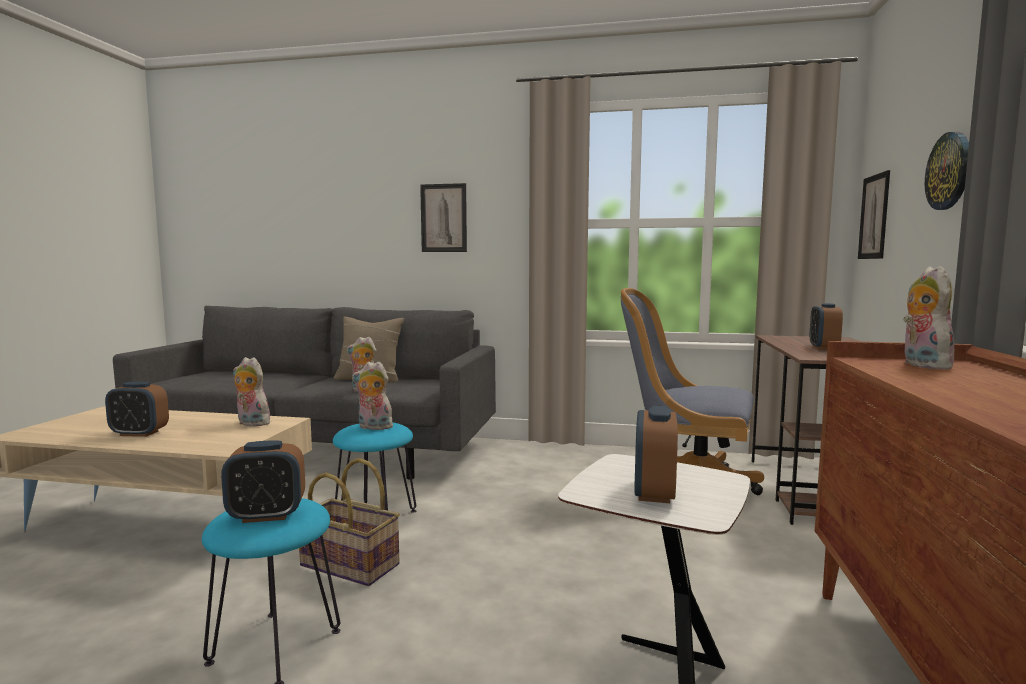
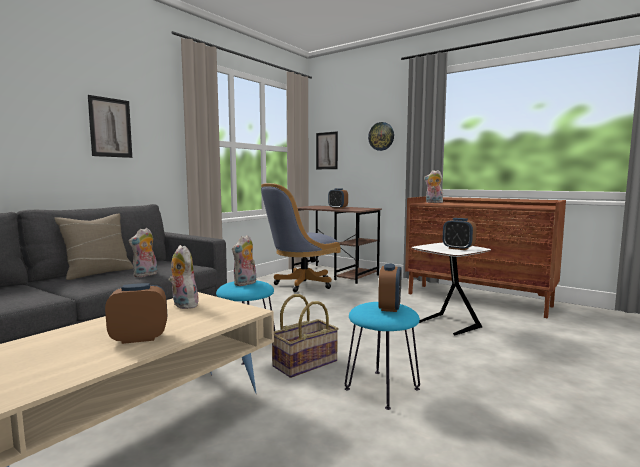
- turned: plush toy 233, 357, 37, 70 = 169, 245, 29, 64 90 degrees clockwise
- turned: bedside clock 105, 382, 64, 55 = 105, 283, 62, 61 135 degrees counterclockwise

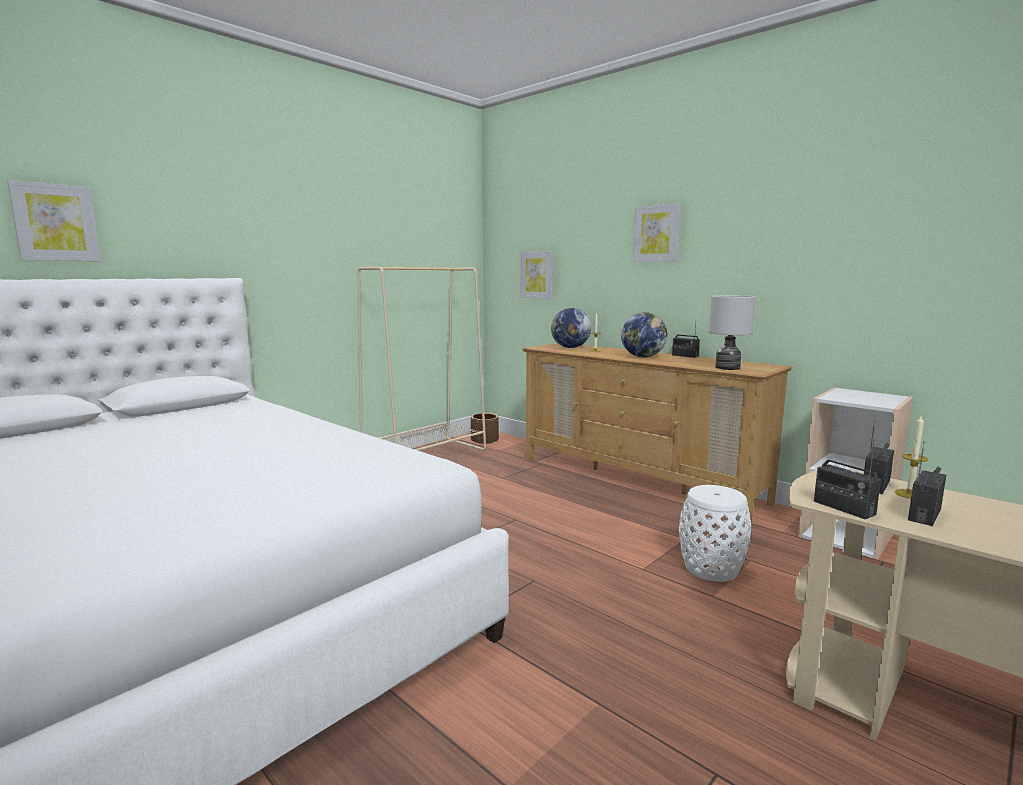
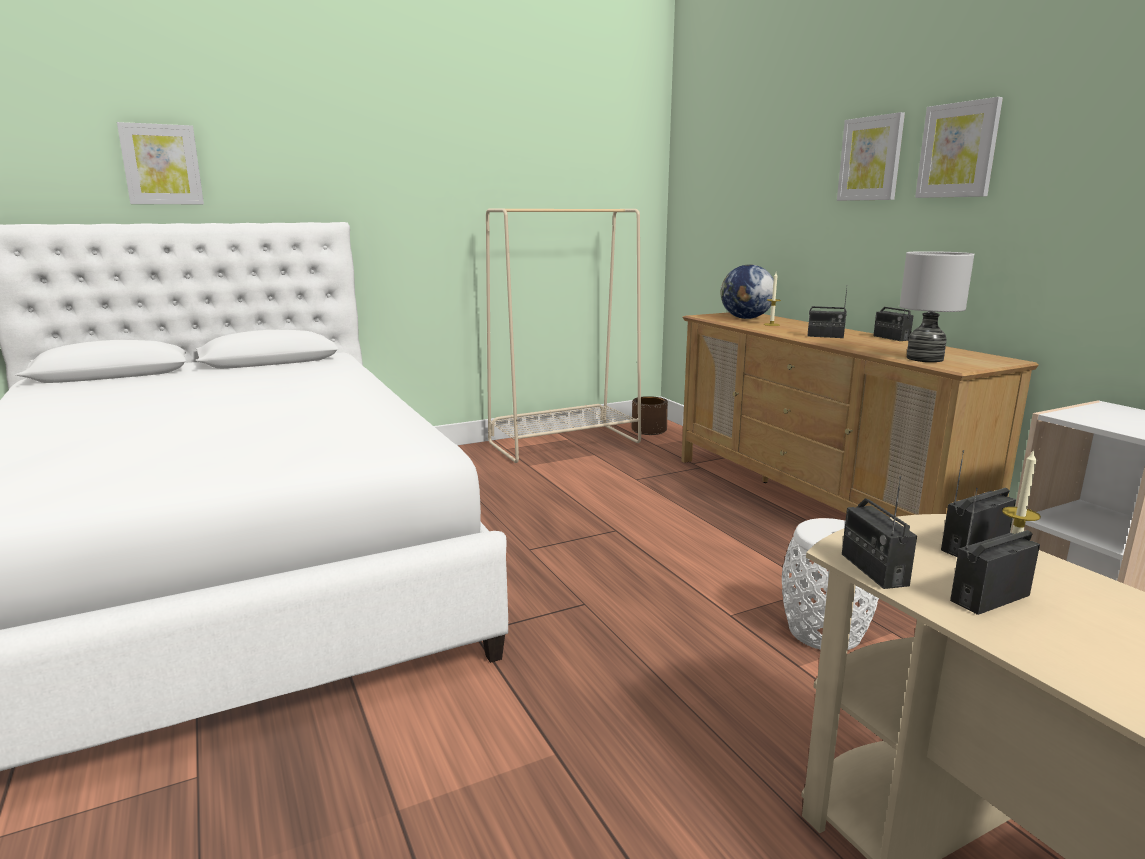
- moved: wall art 520, 251, 33, 48 to 915, 97, 88, 101
- replaced: world globe 621, 312, 47, 45 to radio receiver 807, 289, 40, 49

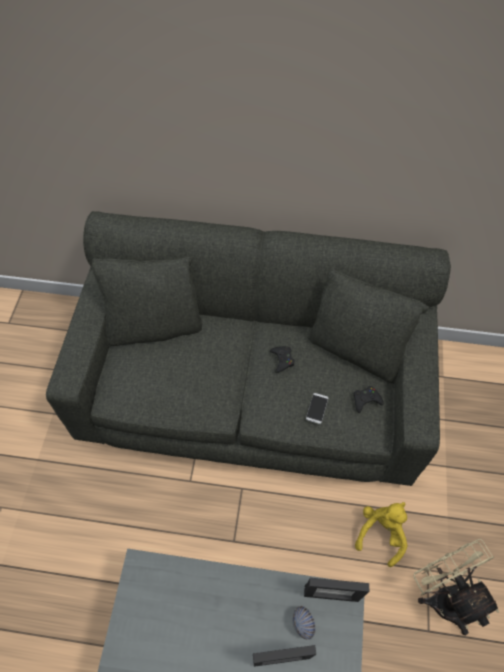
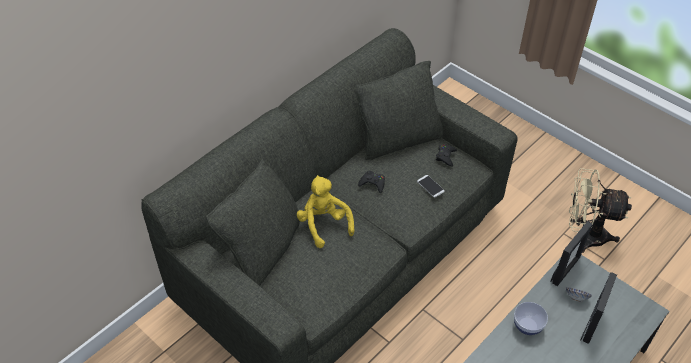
- moved: yellow plush toy 355, 502, 52, 65 to 297, 175, 57, 73
- added: serving bowl 514, 302, 34, 33

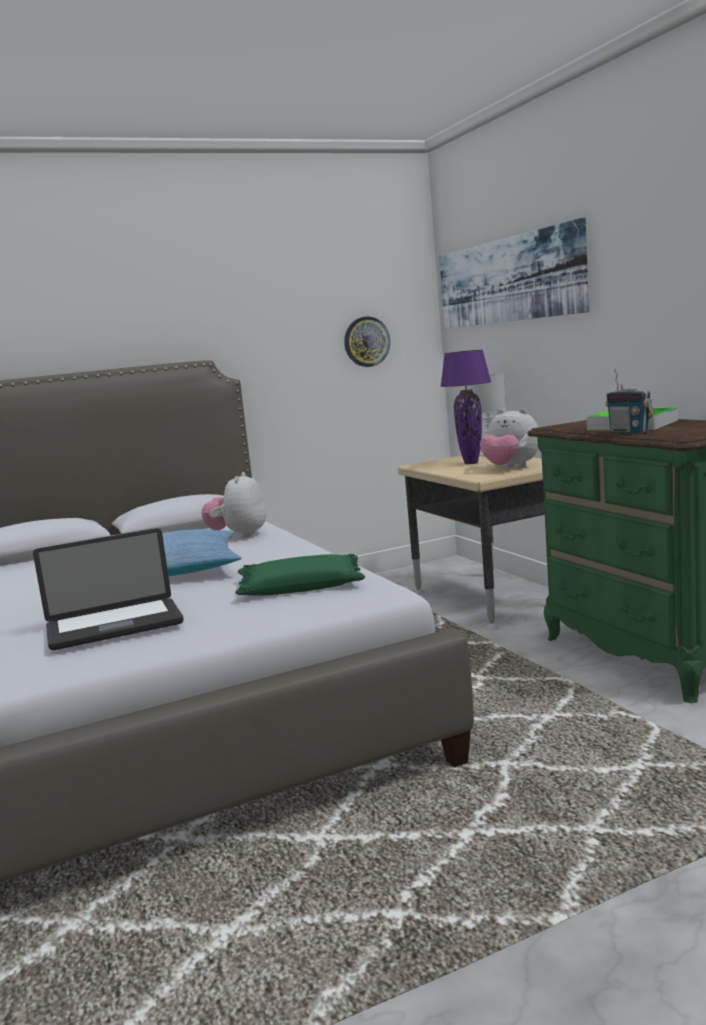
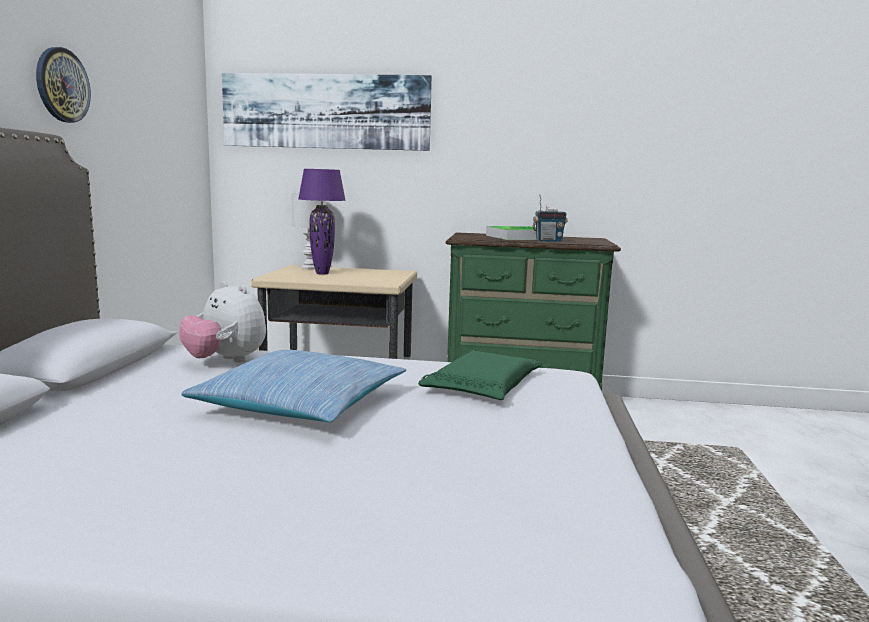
- moved: clock on the wall 344, 316, 46, 51 to 36, 47, 55, 76
- removed: plush toy 480, 408, 58, 60
- removed: portable computer 33, 529, 151, 121

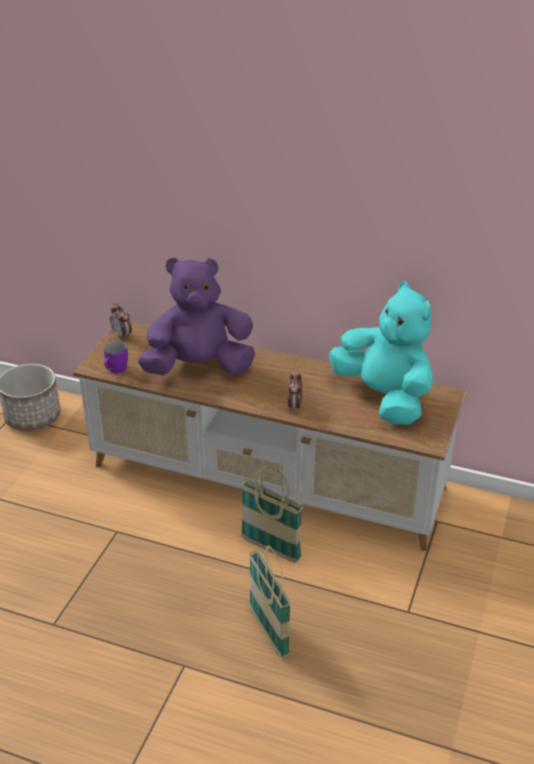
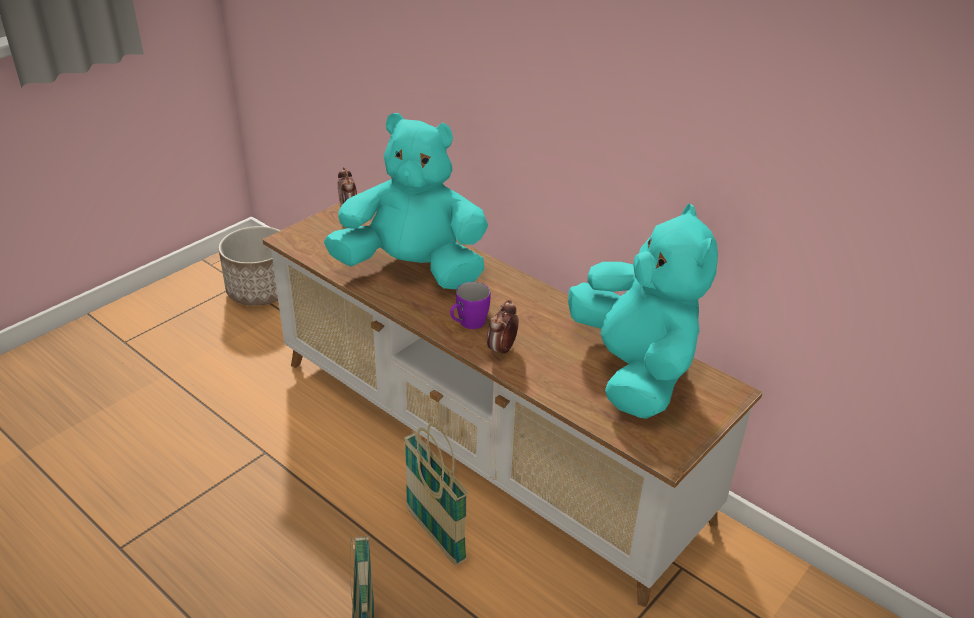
- recoloured: purplish plush toy 138, 257, 117, 118 to blue-green plush toy 324, 113, 164, 176
- moved: purplish mug 104, 341, 24, 32 to 450, 282, 41, 47

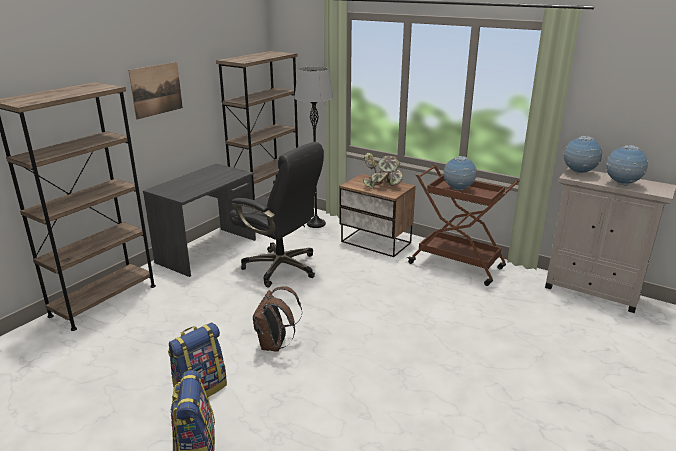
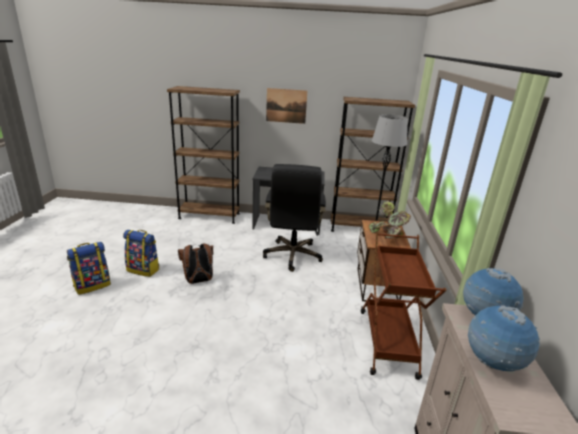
- removed: world globe 443, 156, 34, 34

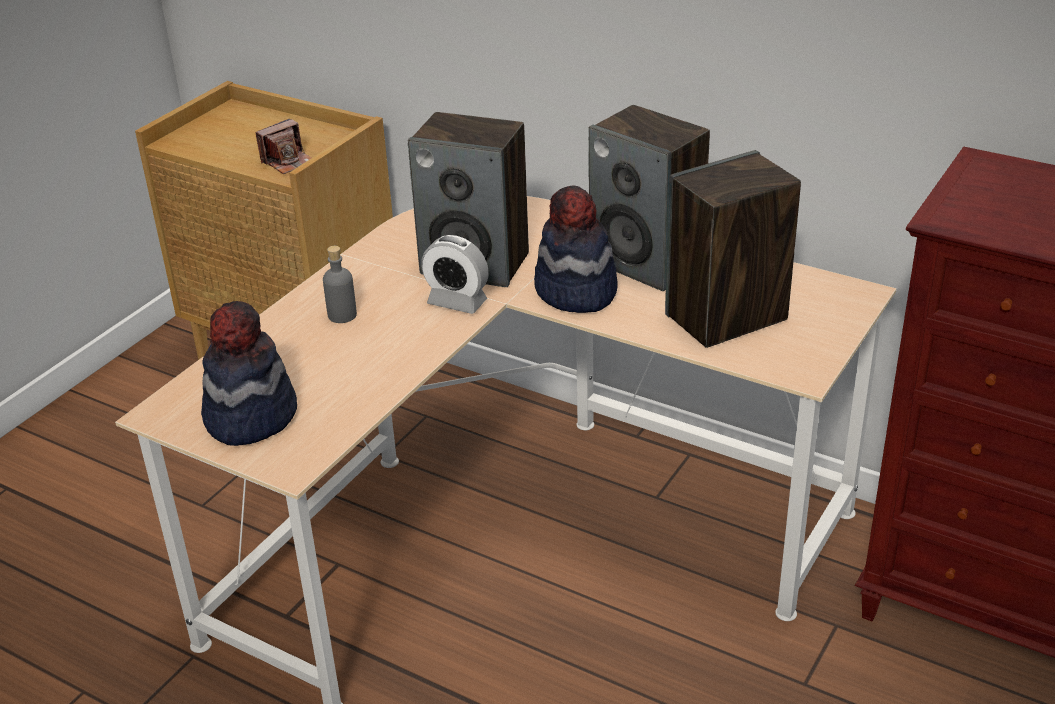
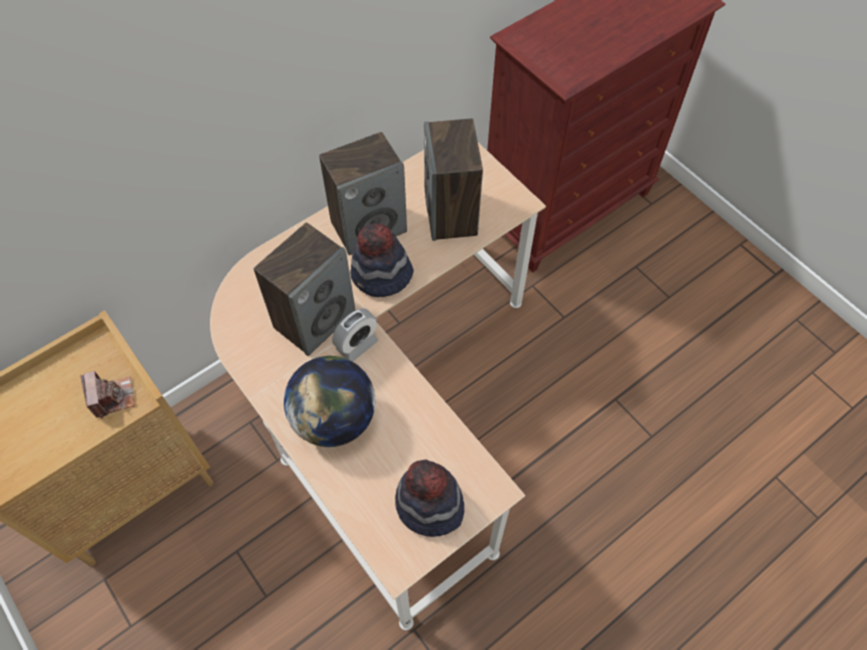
- replaced: grey drink bottle 323, 246, 34, 77 to world globe 284, 356, 91, 91

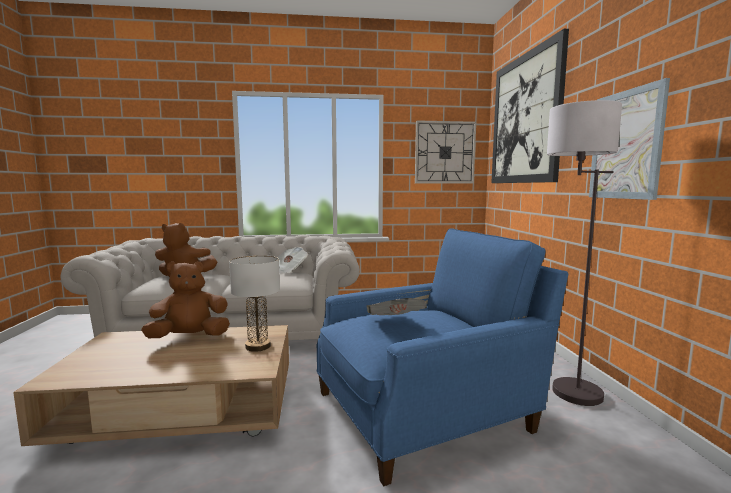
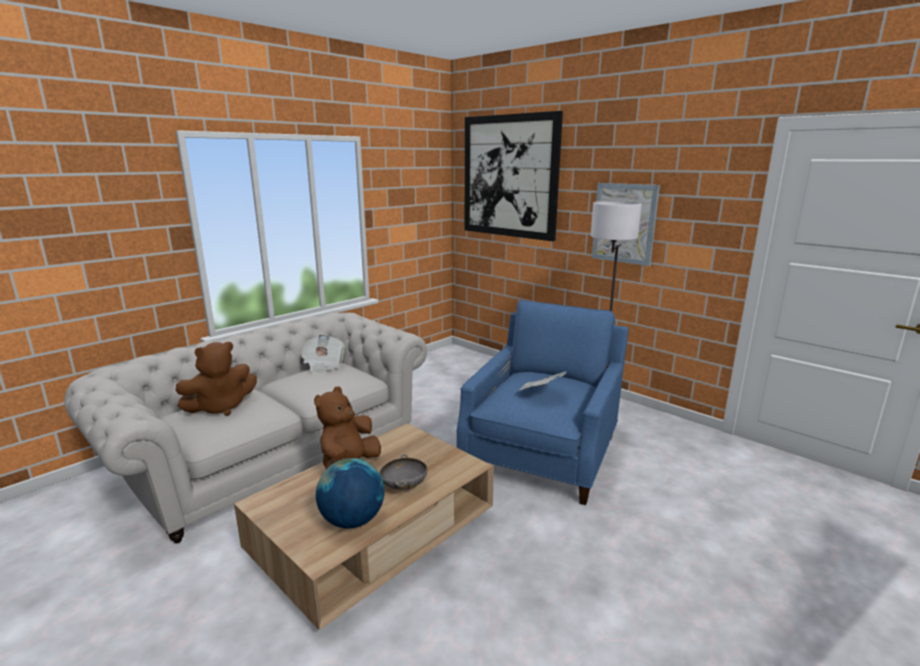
- removed: clock on the wall 415, 120, 61, 64
- removed: table lamp 229, 256, 51, 96
- added: grey serving bowl 380, 454, 47, 35
- added: world globe 316, 458, 68, 70

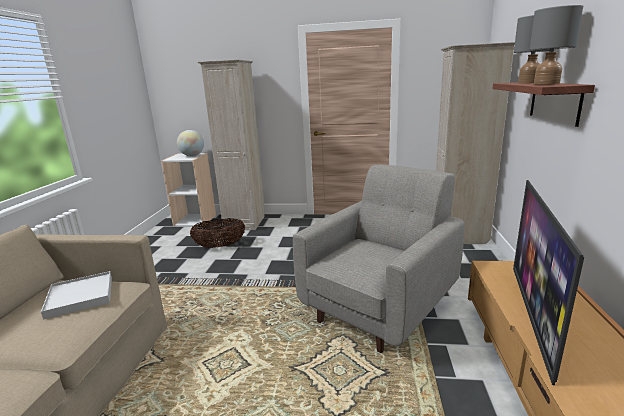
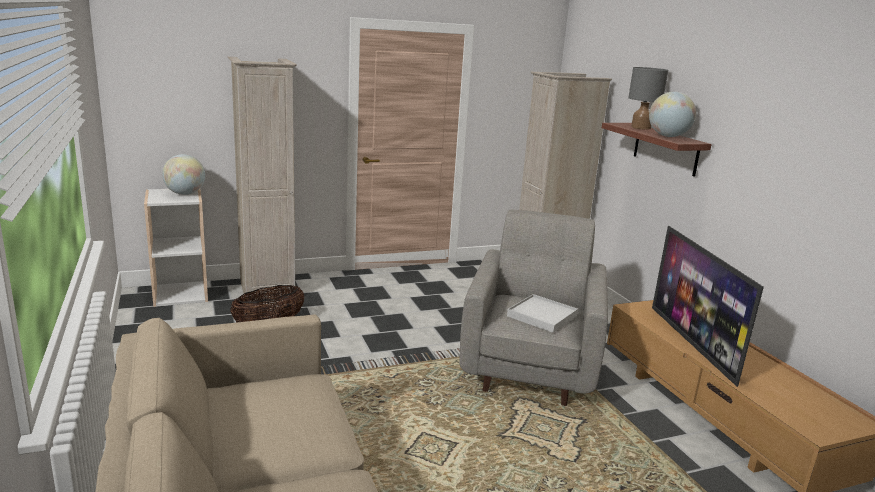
- replaced: grey table lamp 529, 5, 54, 80 to world globe 649, 92, 47, 45
- moved: whitish tray 41, 271, 71, 48 to 507, 294, 71, 39

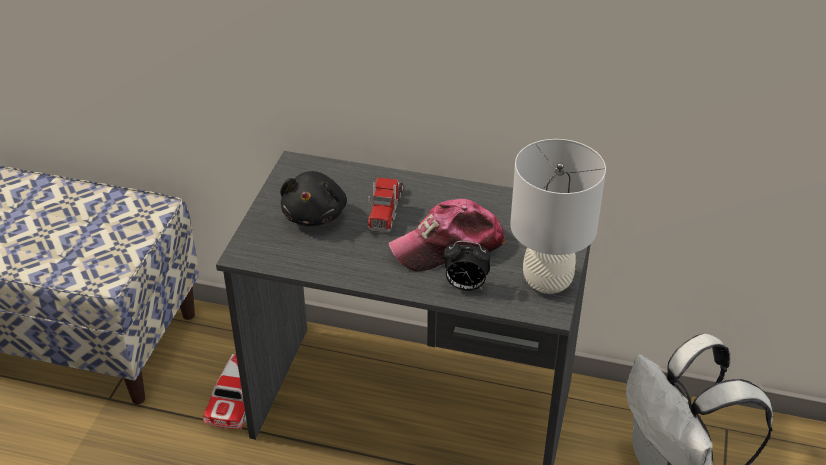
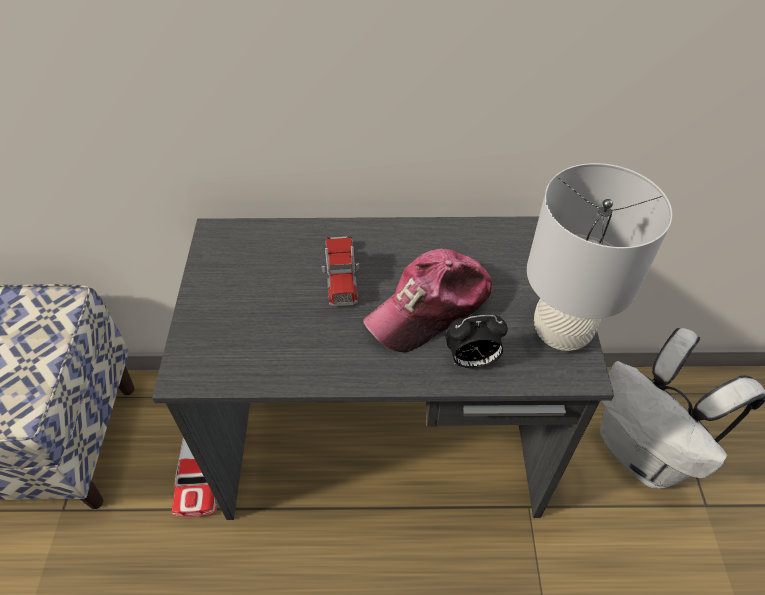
- removed: black-coloured plush toy 280, 171, 67, 55

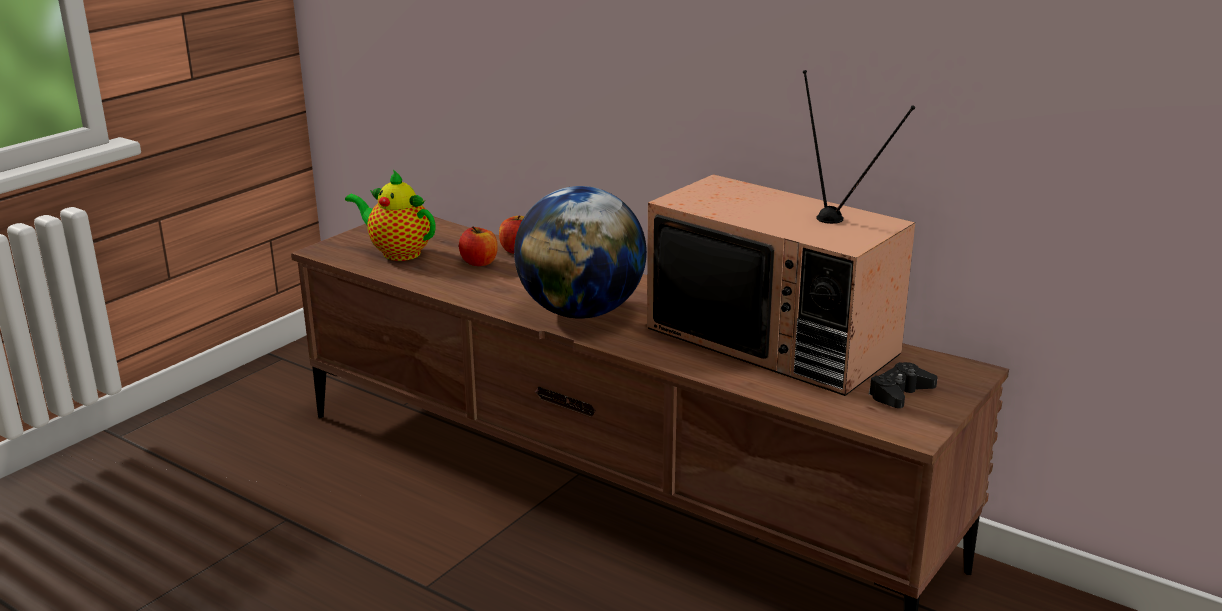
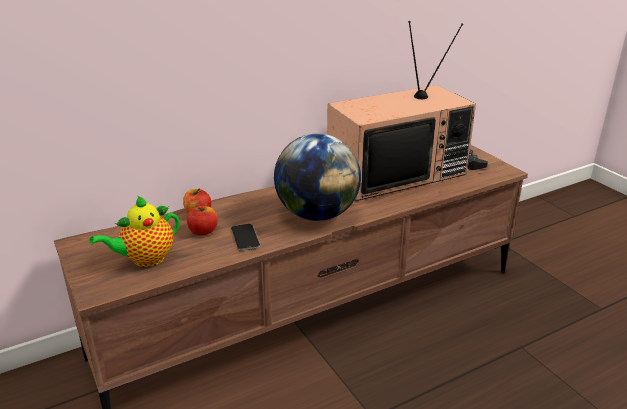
- added: handset 231, 224, 29, 27

